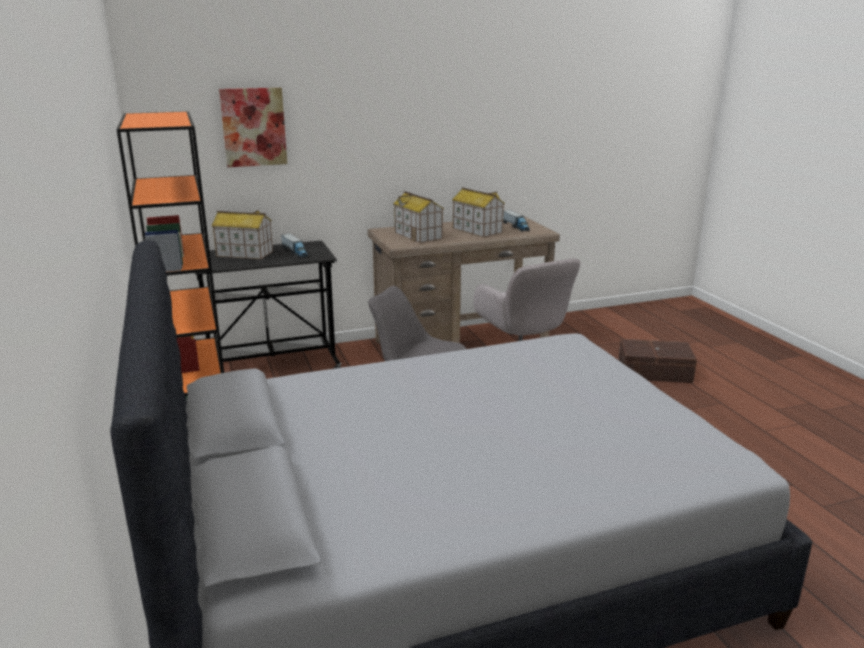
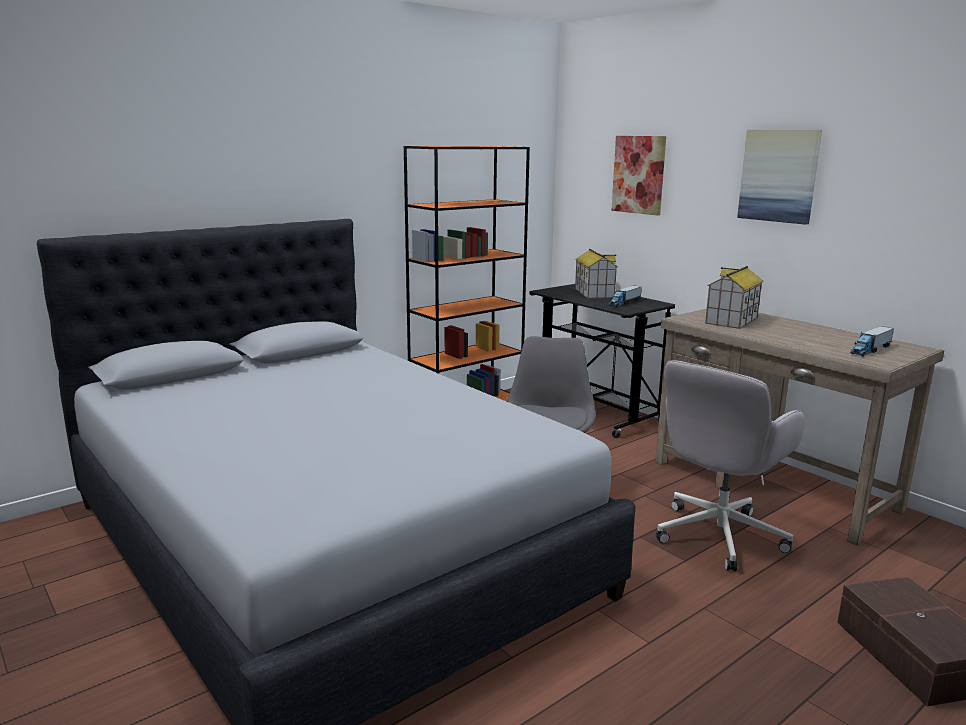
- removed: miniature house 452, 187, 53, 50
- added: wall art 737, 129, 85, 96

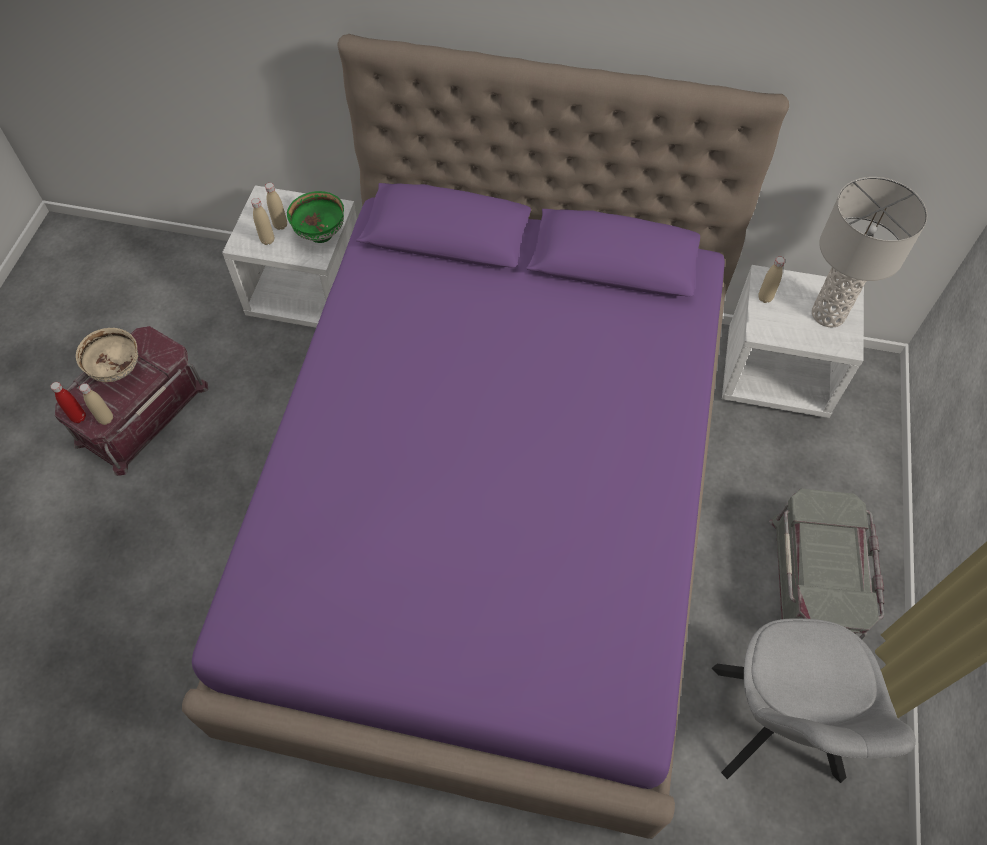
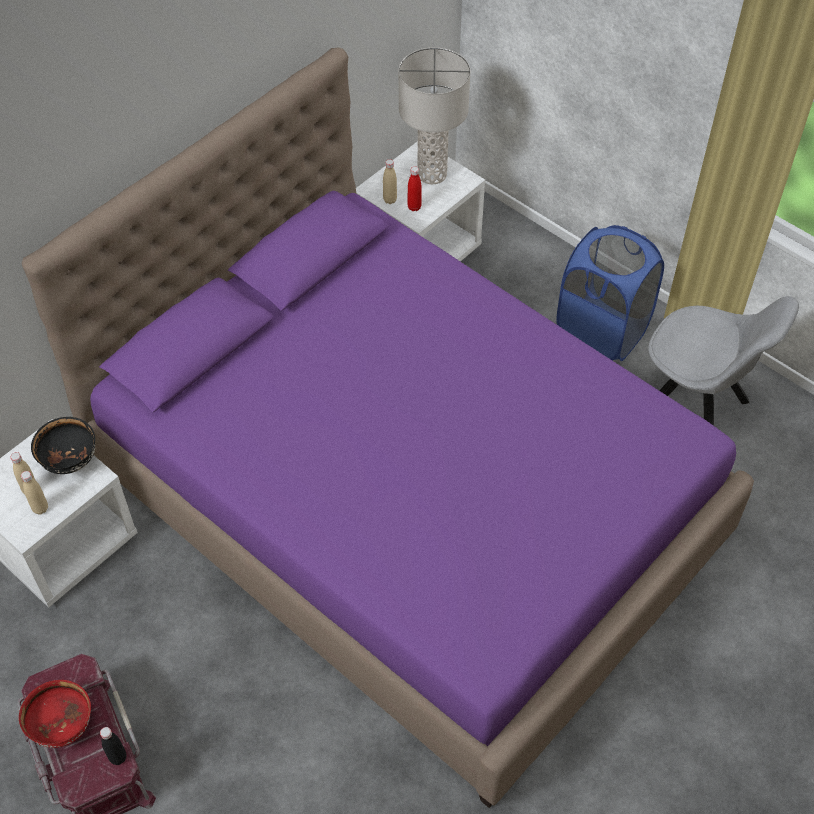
- recoloured: green serving bowl 287, 191, 57, 52 to black-coloured serving bowl 31, 417, 64, 57
- recoloured: sand-coloured serving bowl 76, 328, 62, 54 to reddish serving bowl 19, 680, 72, 68
- moved: reddish drink bottle 50, 382, 36, 41 to 408, 167, 14, 44
- recoloured: sand-coloured drink bottle 79, 383, 34, 42 to black-coloured drink bottle 100, 727, 27, 38
- replaced: grey storage box 769, 489, 115, 151 to blue-coloured washing basket 556, 225, 108, 136

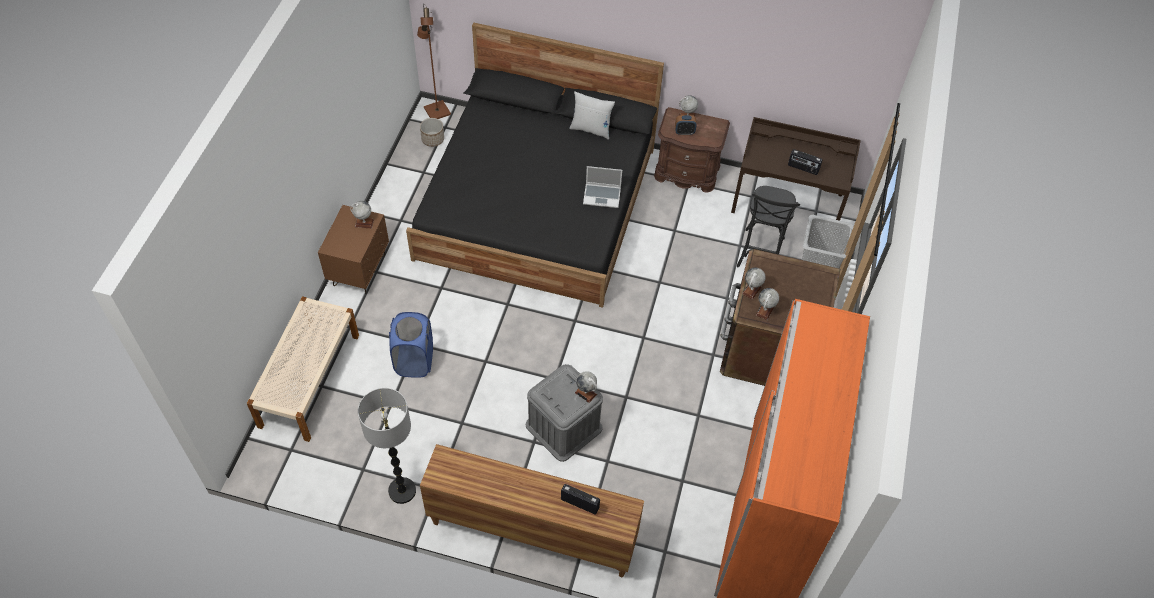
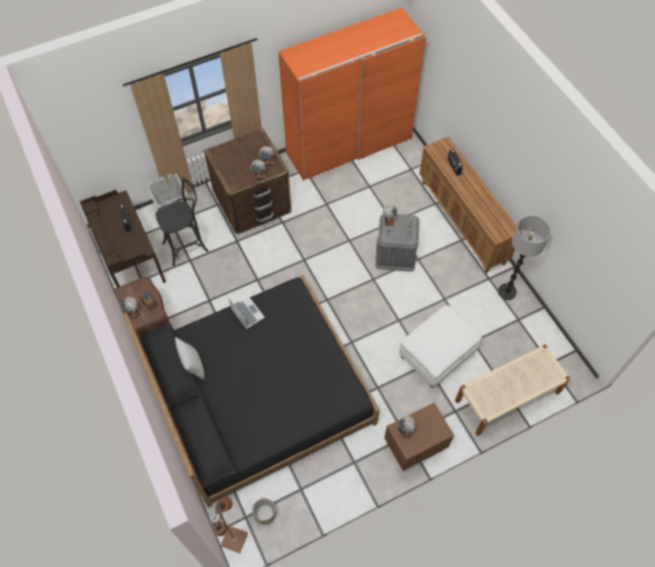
- replaced: blue-coloured washing basket 389, 312, 44, 65 to whitish ottoman 399, 305, 83, 83

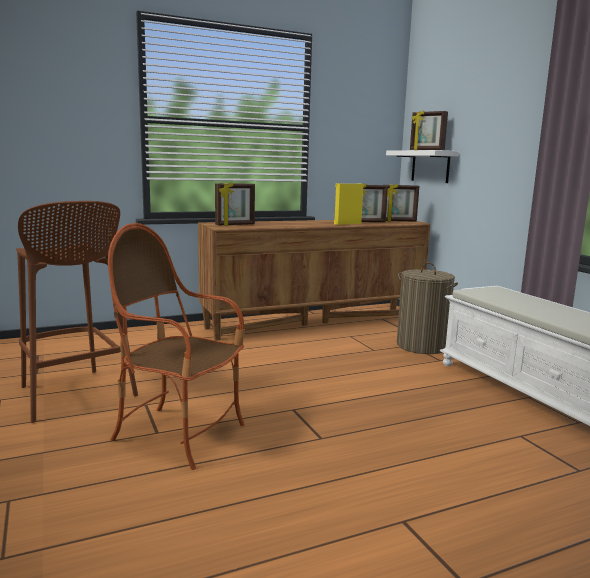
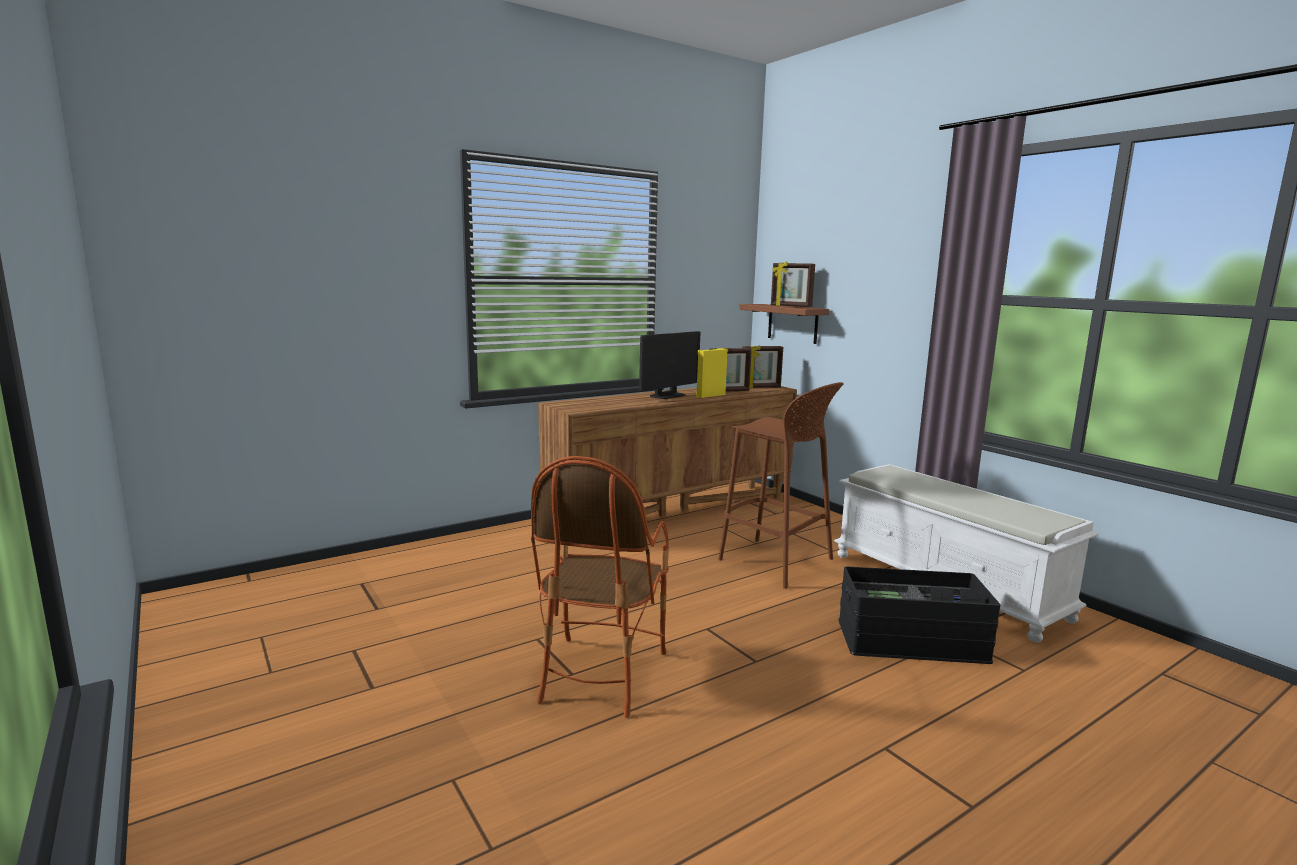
- recoloured: whitish bracket shelf 386, 150, 73, 33 to brown bracket shelf 739, 304, 90, 40
- removed: photo frame 215, 182, 40, 44
- moved: brown stool 16, 201, 122, 222 to 718, 382, 125, 207
- turned: easy chair 108, 223, 137, 247 = 531, 456, 138, 262 90 degrees counterclockwise
- removed: washing basket 397, 262, 61, 92
- added: monitor 639, 331, 61, 68
- added: black-coloured storage box 838, 566, 162, 98

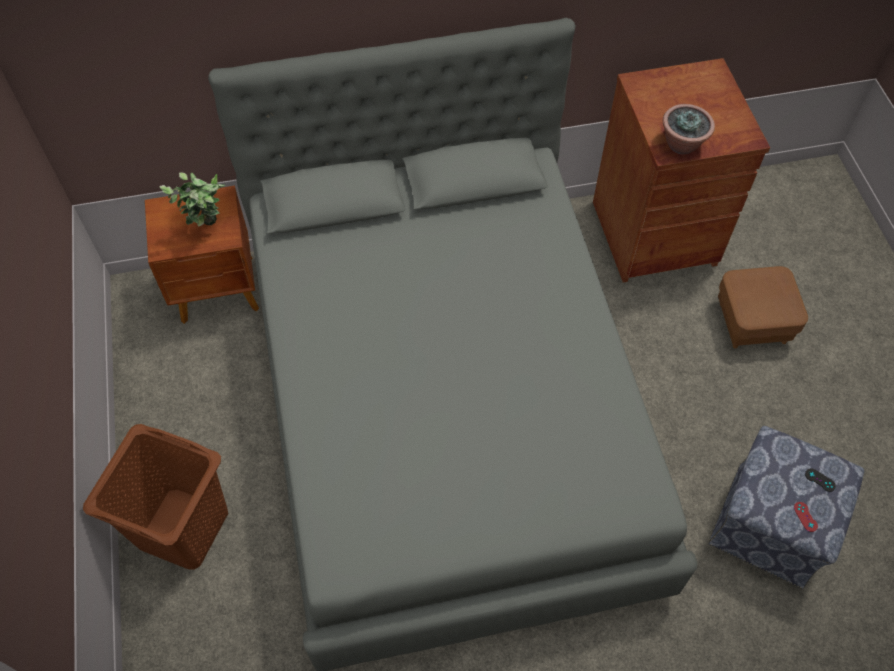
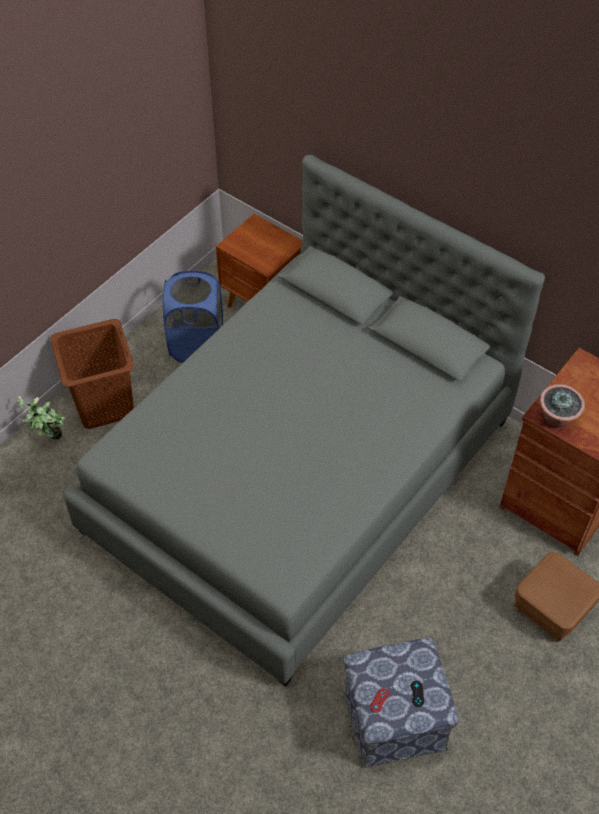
- moved: potted plant 159, 173, 66, 54 to 18, 396, 47, 44
- added: blue-coloured washing basket 163, 271, 60, 92

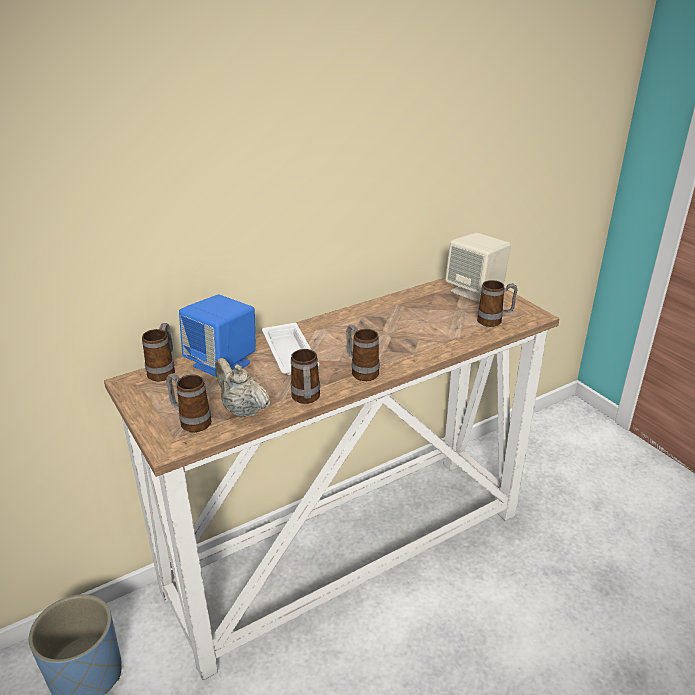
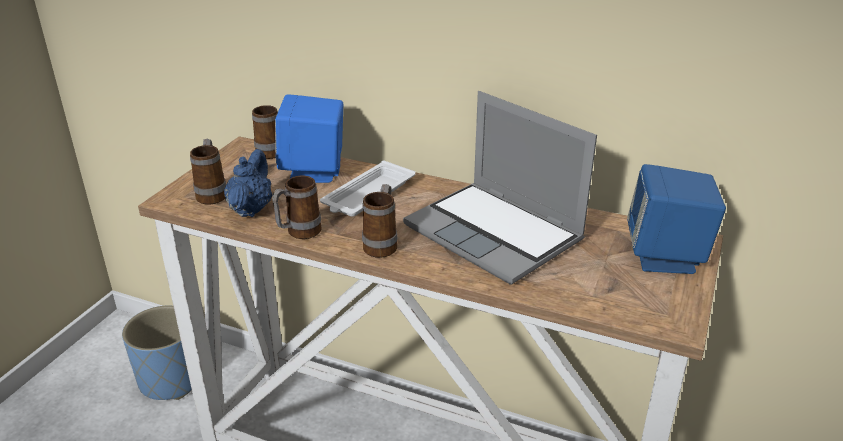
- recoloured: sand-coloured speaker 445, 233, 66, 70 to blue-coloured speaker 627, 164, 99, 110
- removed: mug 477, 280, 40, 47
- recoloured: sand-coloured teapot 215, 358, 55, 60 to blue-coloured teapot 224, 149, 49, 68
- added: portable computer 403, 91, 194, 194

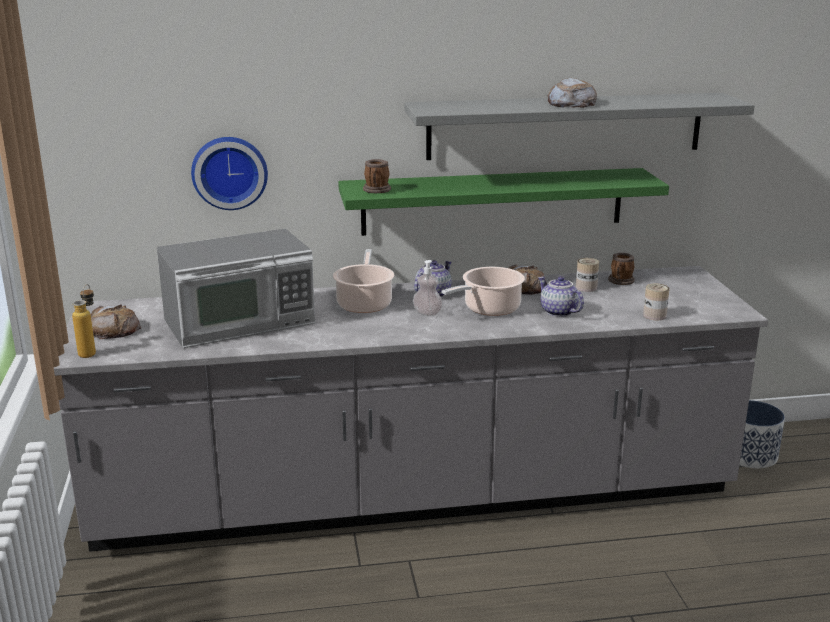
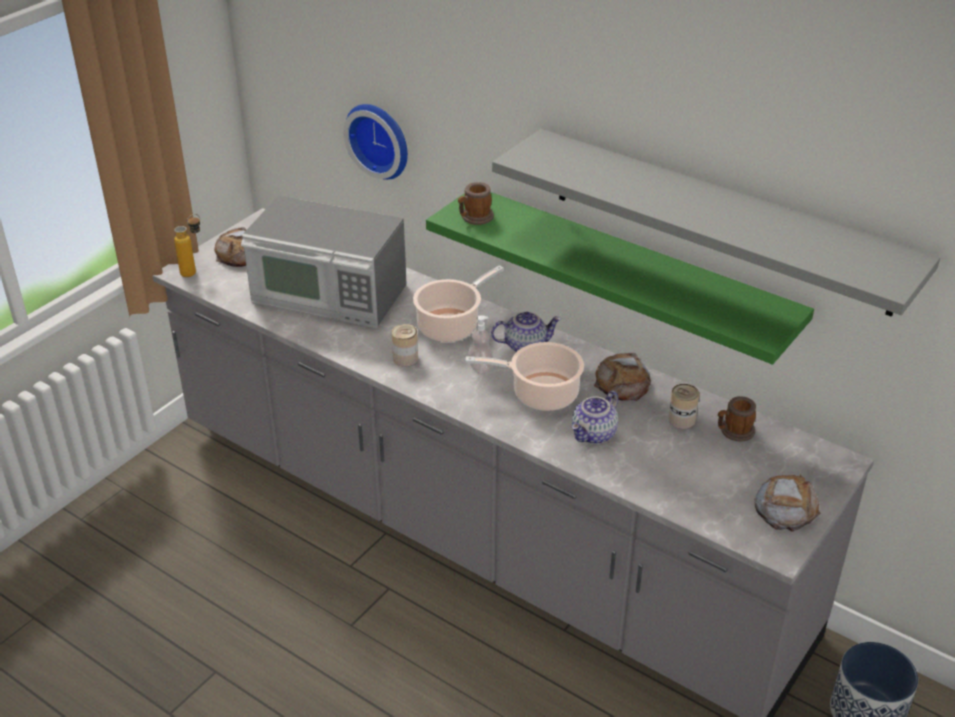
- moved: baked bread 547, 77, 50, 31 to 754, 474, 67, 58
- turned: teapot 538, 276, 46, 41 = 572, 391, 46, 53 150 degrees counterclockwise
- moved: sealed can 643, 284, 26, 36 to 392, 324, 26, 43

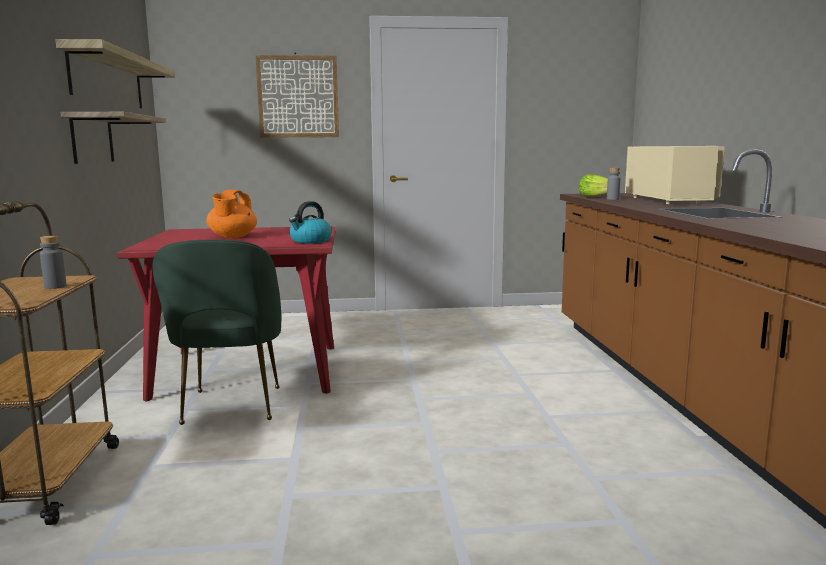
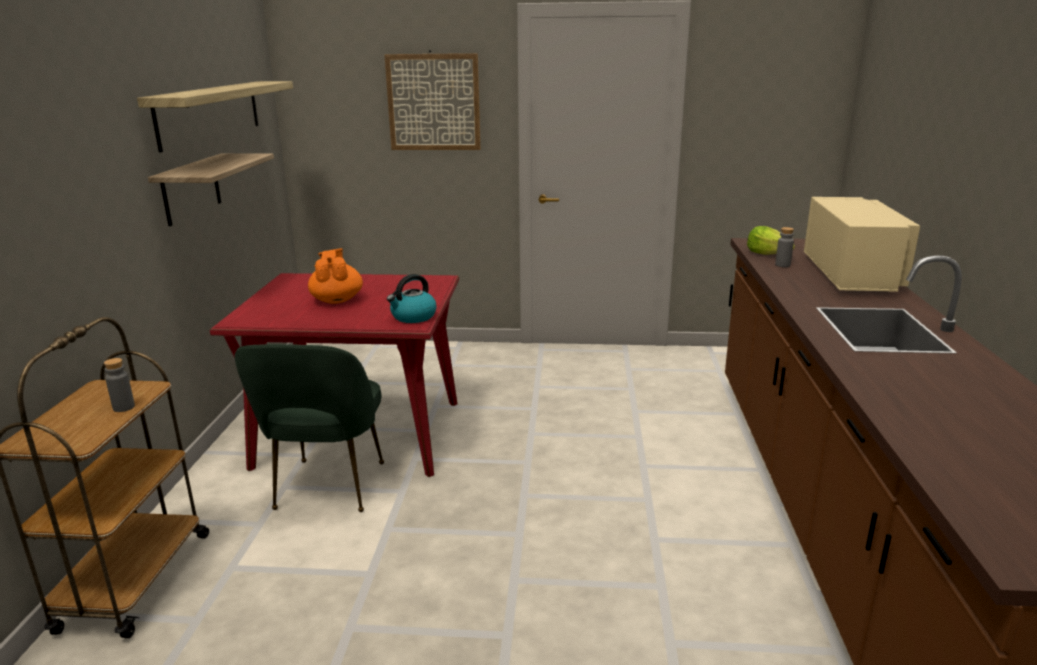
- turned: orangey teapot 206, 190, 51, 48 = 308, 248, 55, 56 150 degrees clockwise

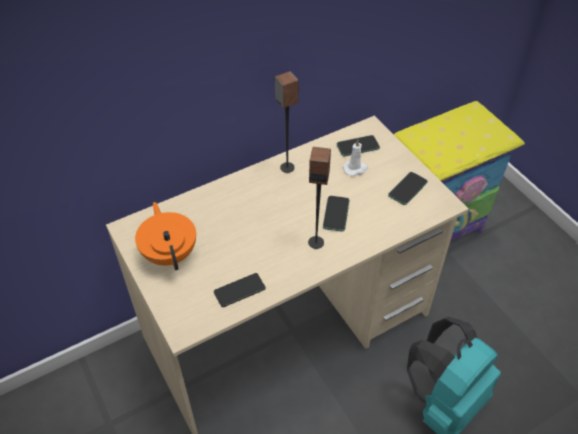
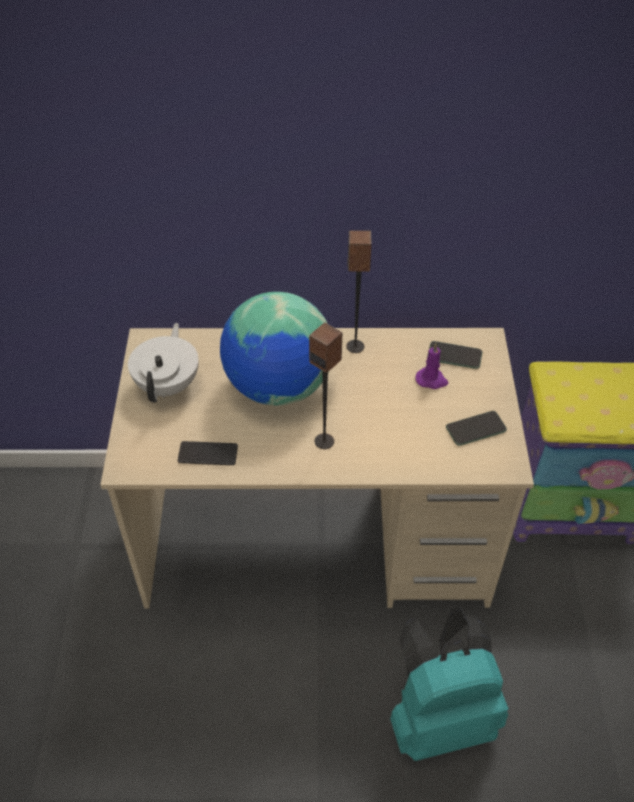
- recoloured: whitish wax candle 343, 139, 25, 37 to purplish wax candle 415, 343, 33, 46
- removed: handset 323, 196, 27, 36
- recoloured: orangey teapot 135, 202, 61, 69 to whitish teapot 128, 323, 71, 79
- added: world globe 220, 292, 108, 114

